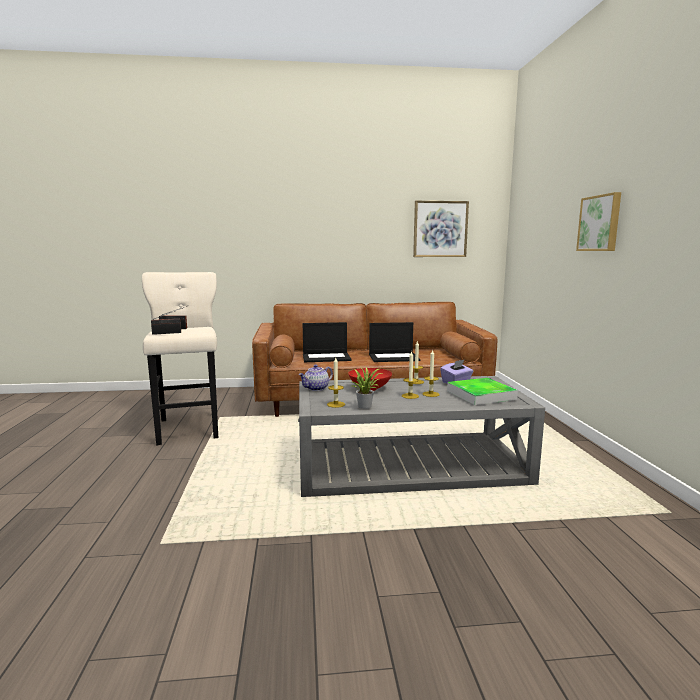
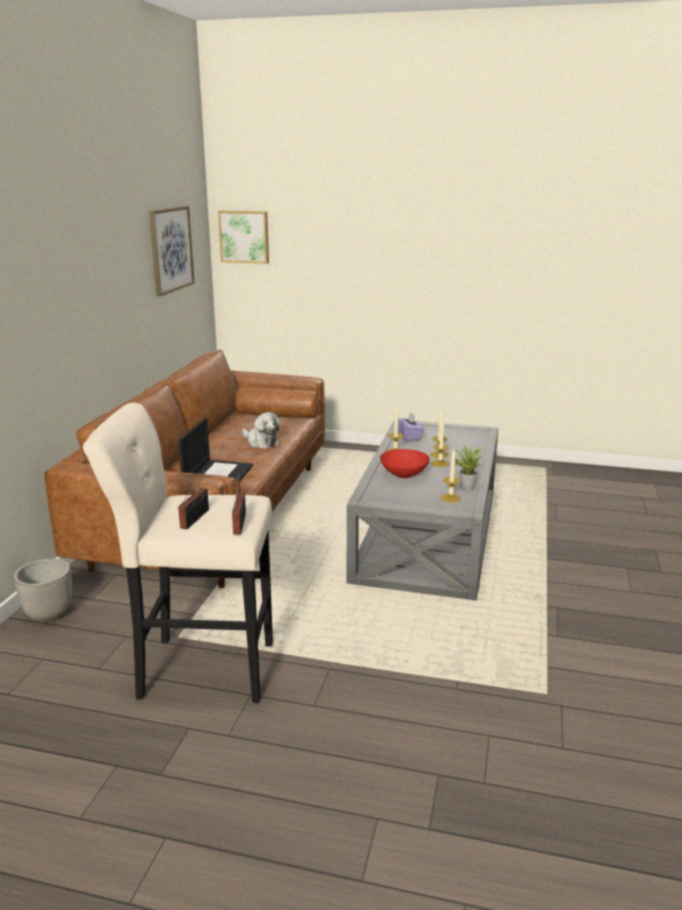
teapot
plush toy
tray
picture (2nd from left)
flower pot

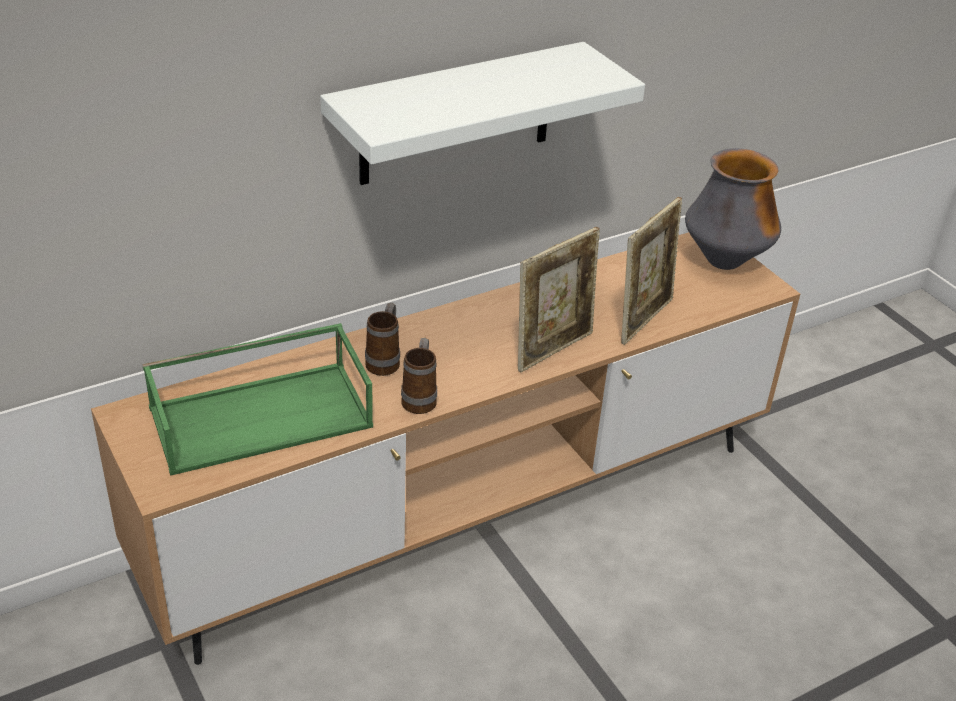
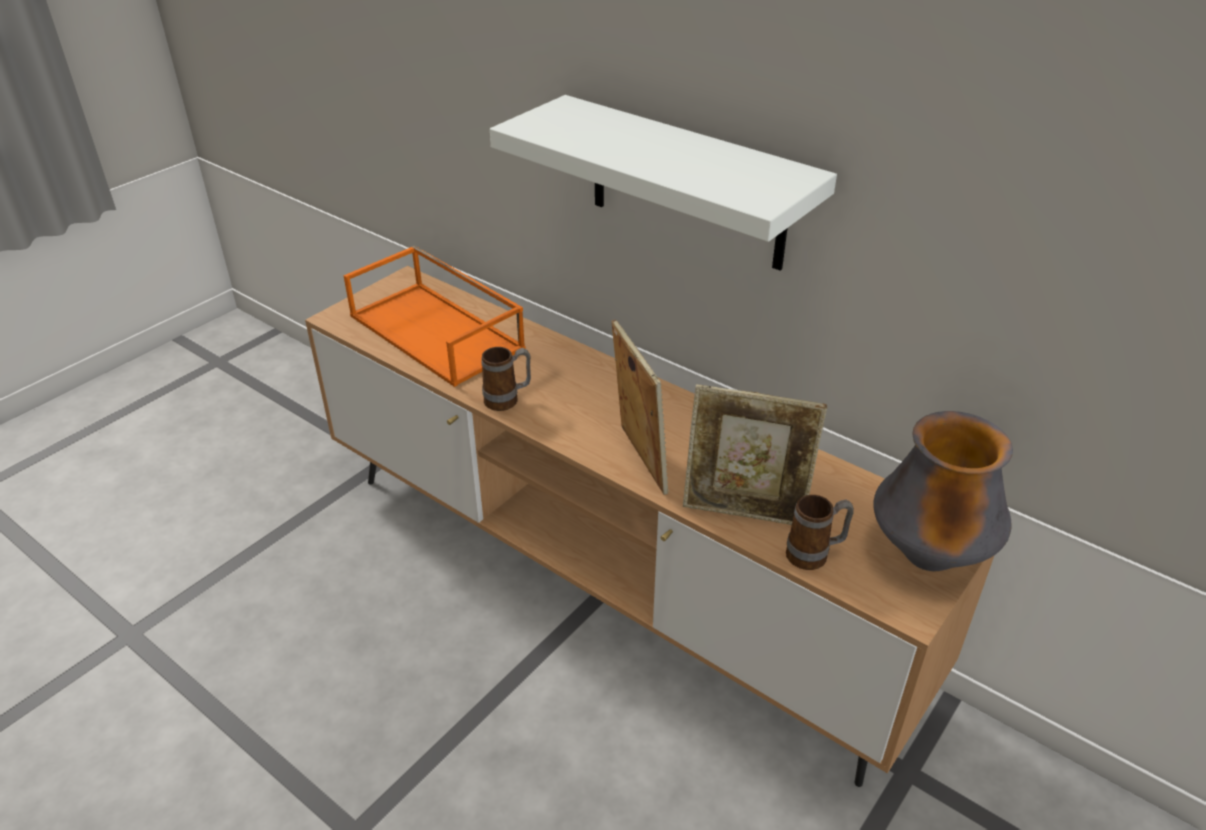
orange-coloured tray
tea mug (2nd from left)
picture frame (1st from left)

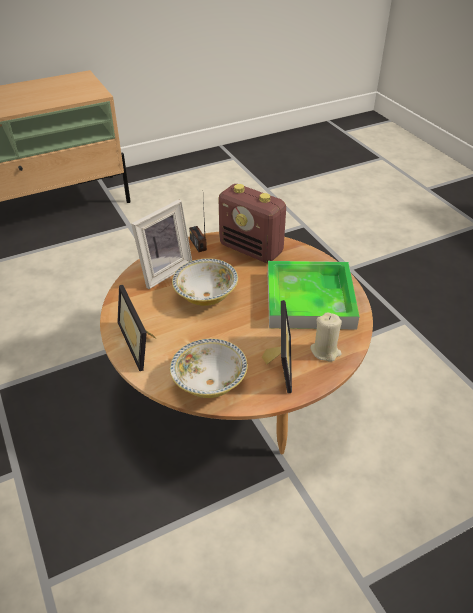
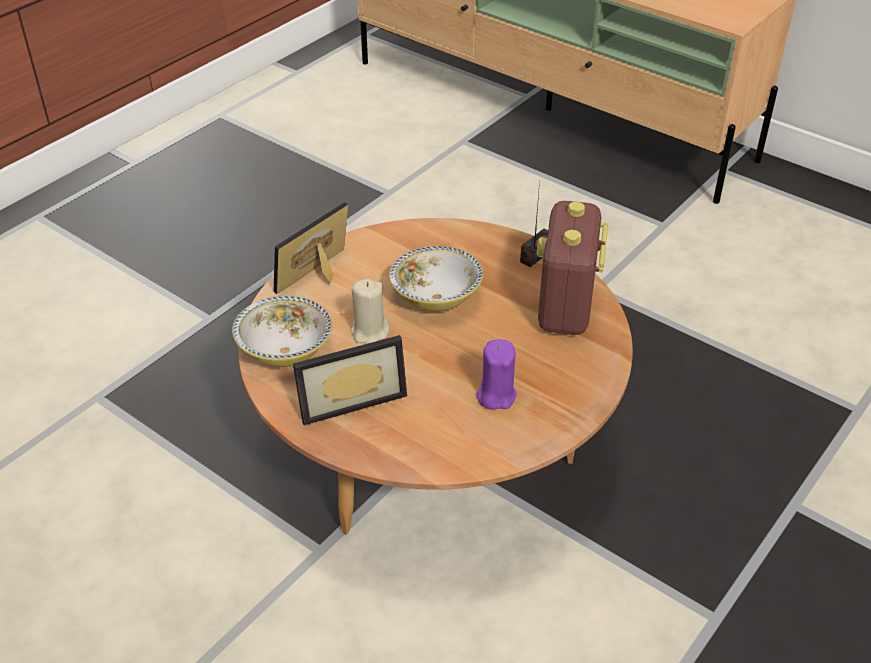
picture frame (2nd from left in the first image)
purplish wax candle
sand-coloured wax candle

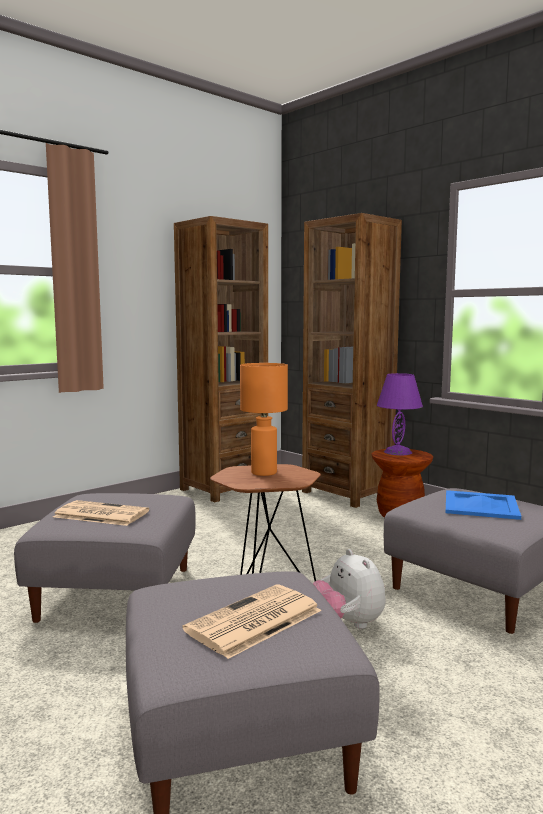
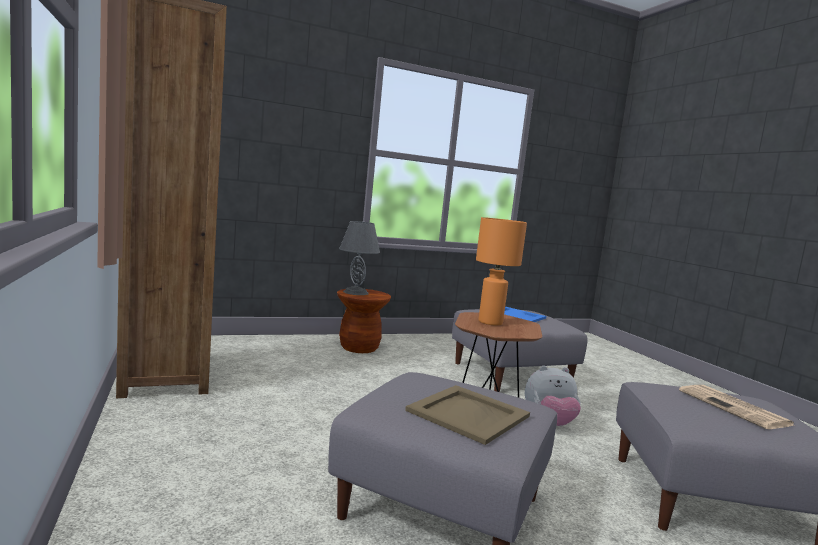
sand-coloured tray
brown shelving unit (2nd from left in the first image)
gray lamp for a table

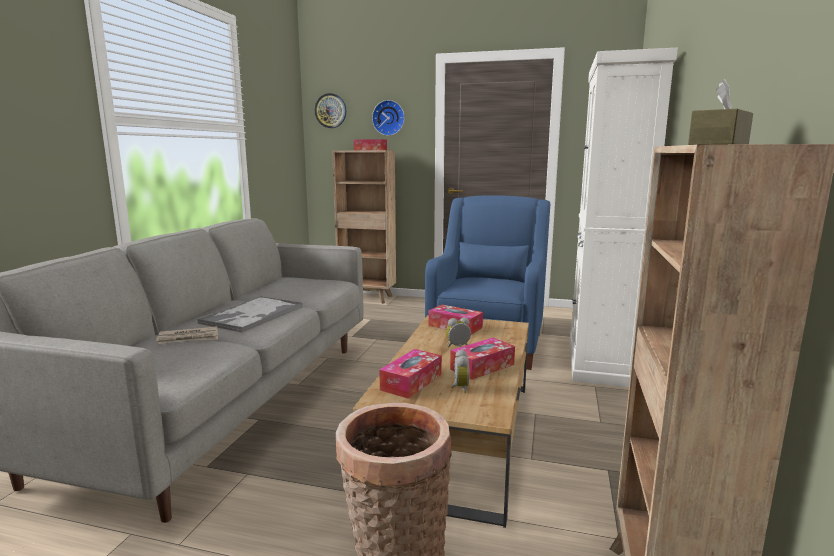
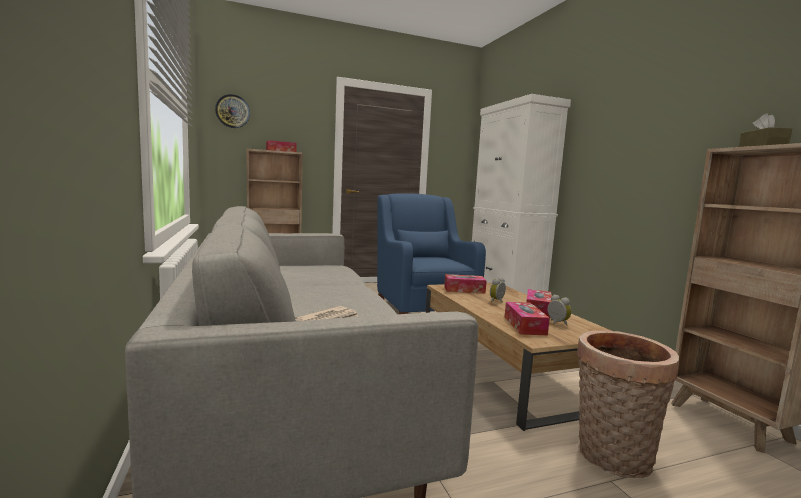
tray
hanging clock (2nd from left in the first image)

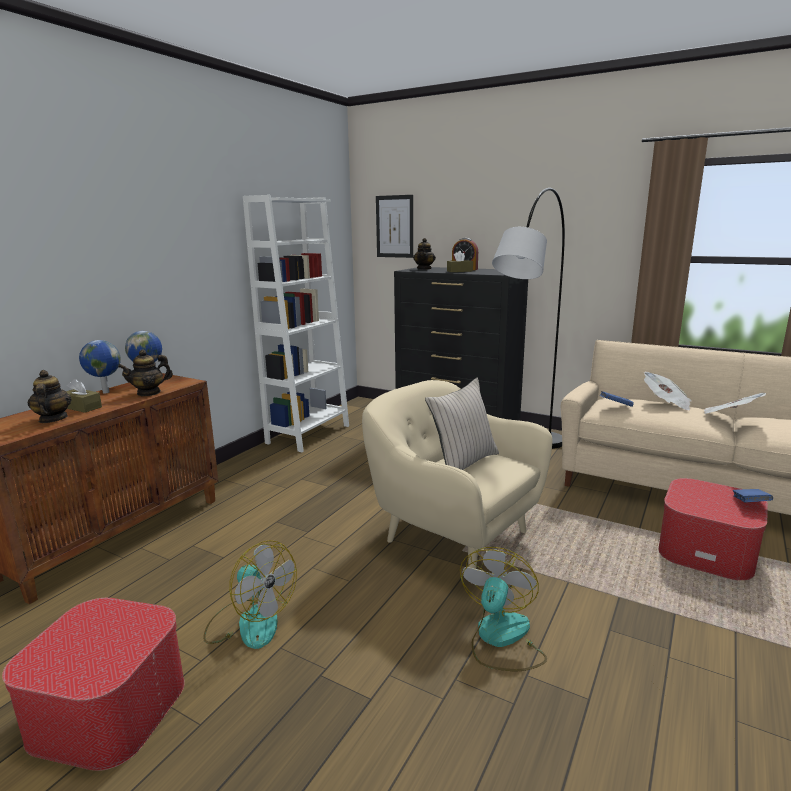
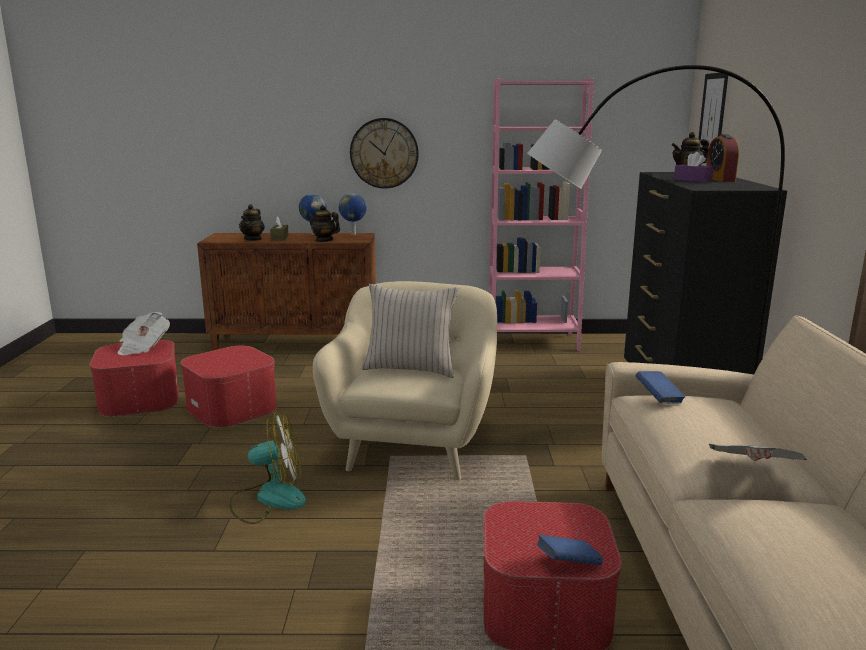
teapot (1st from left)
footrest (2nd from left)
pink shelving unit
purplish tissue holder
newspaper (1st from left)
hanging clock

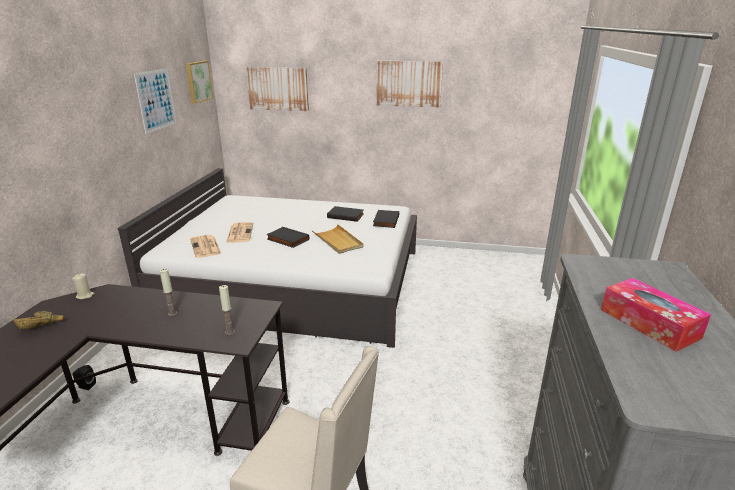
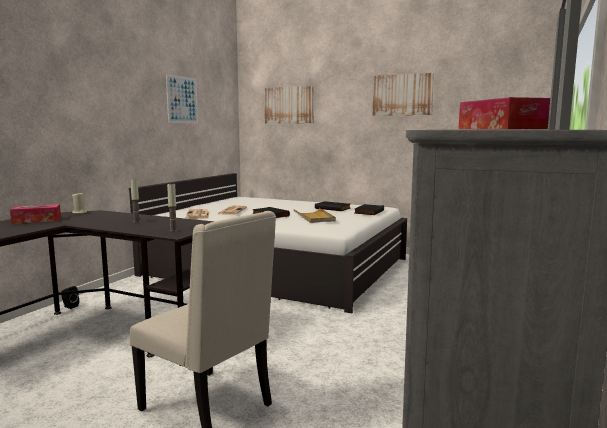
tissue holder (1st from left)
picture (2nd from left in the first image)

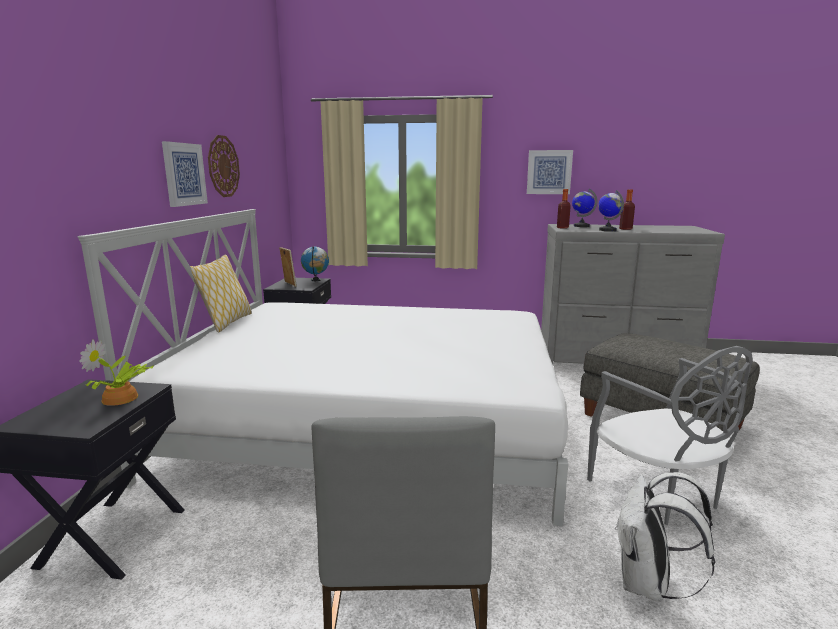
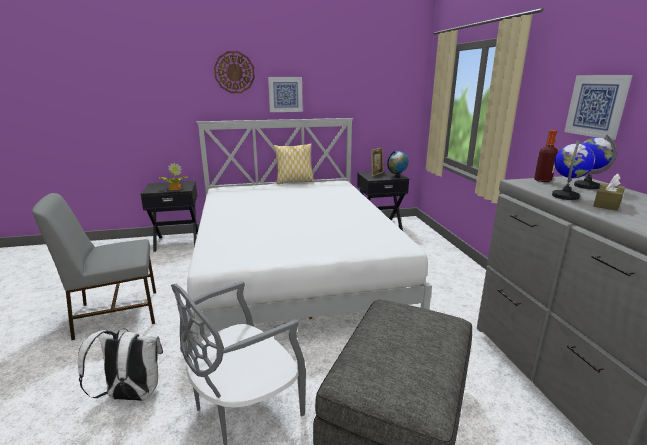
hanging clock
brown tissue holder

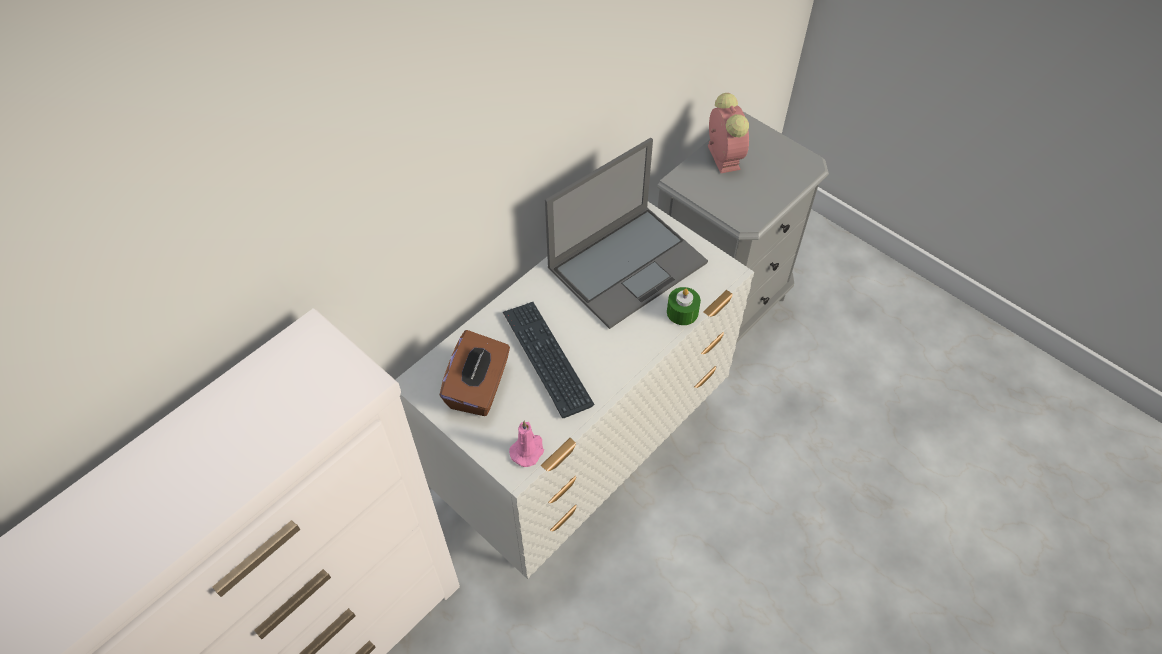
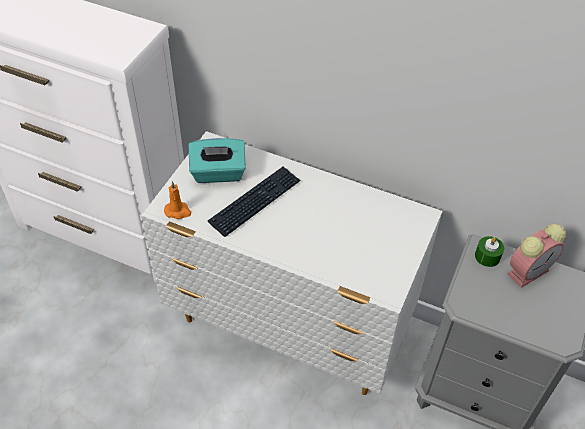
turquoise-coloured tissue holder
orange-coloured wax candle
laptop
green-coloured wax candle

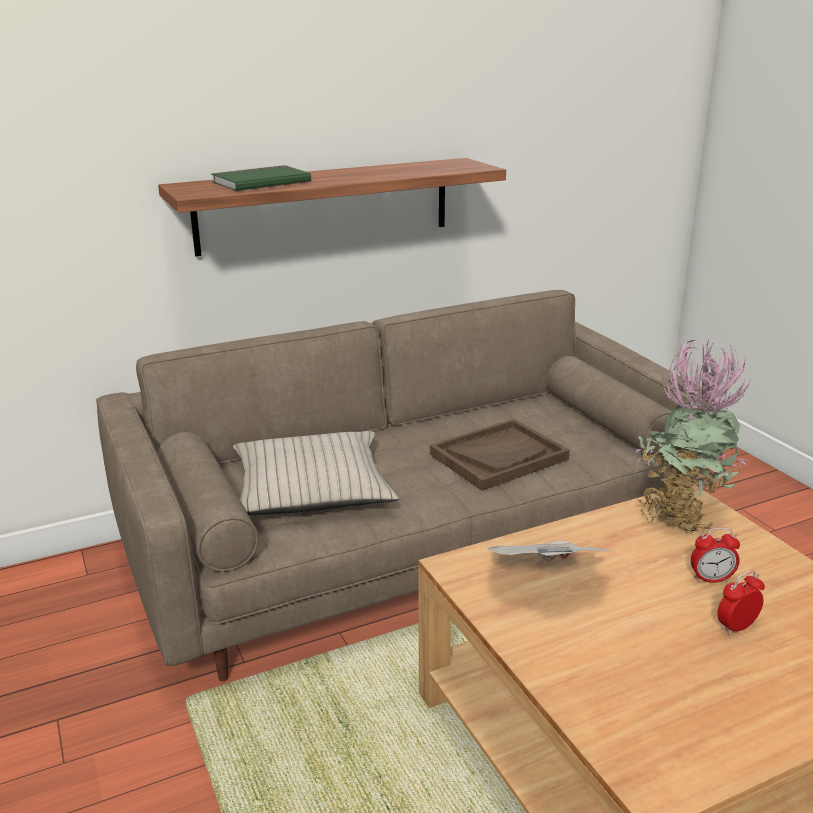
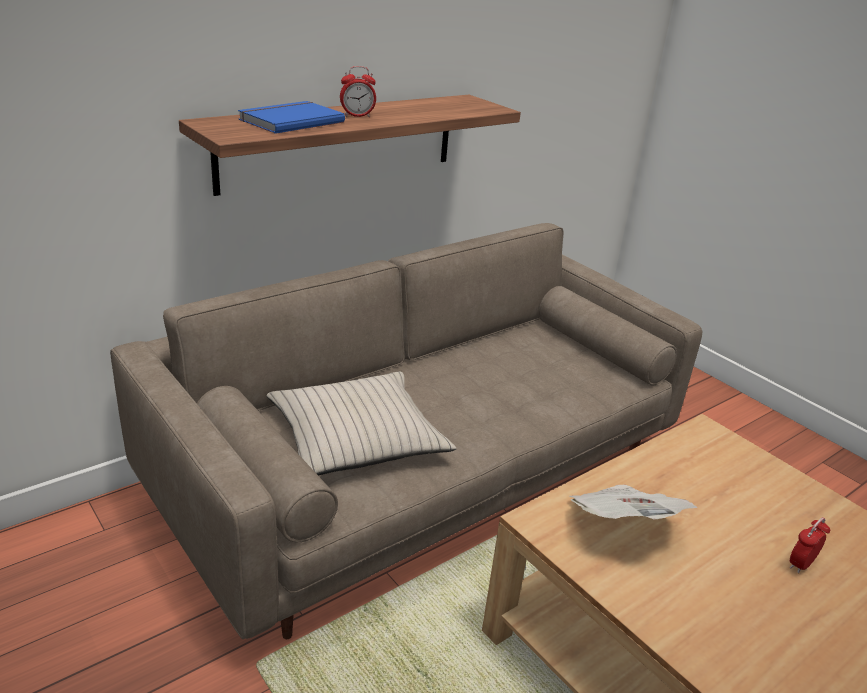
bluish volume
brown tray
plant in a pot
alarm clock (1st from left)

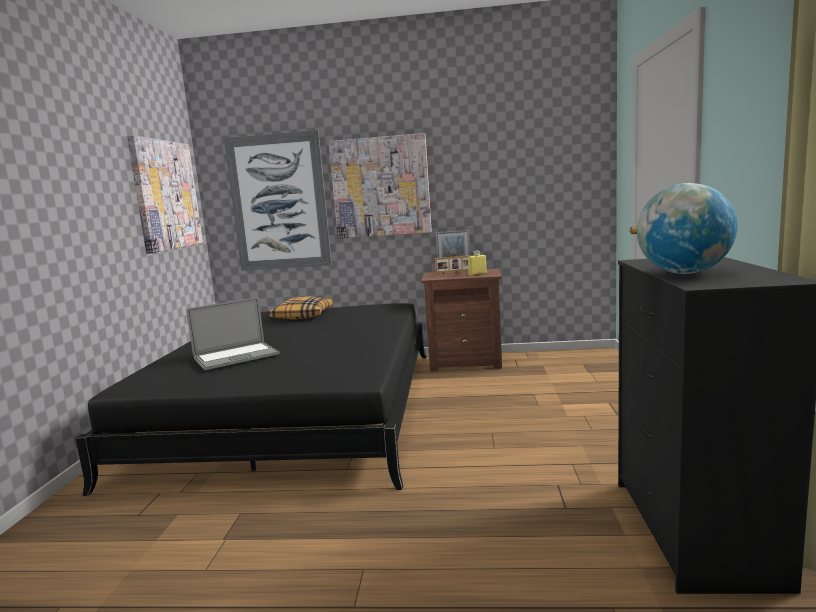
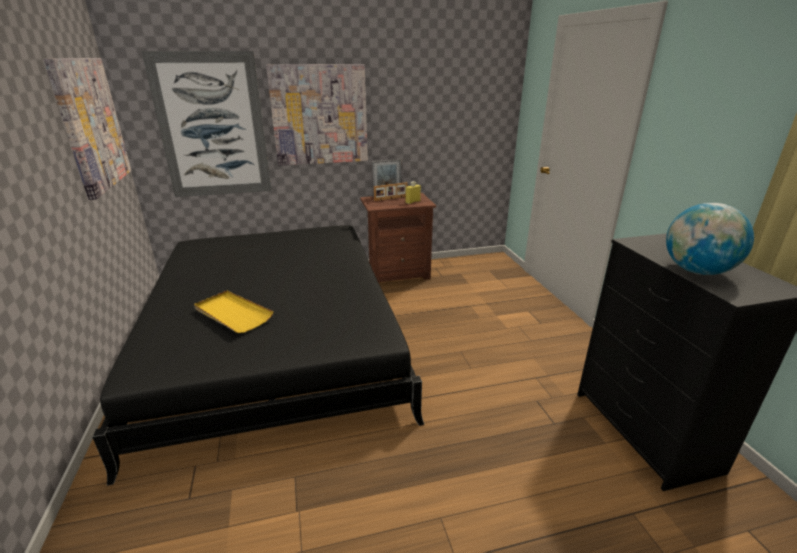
yellowish tray
pillow

